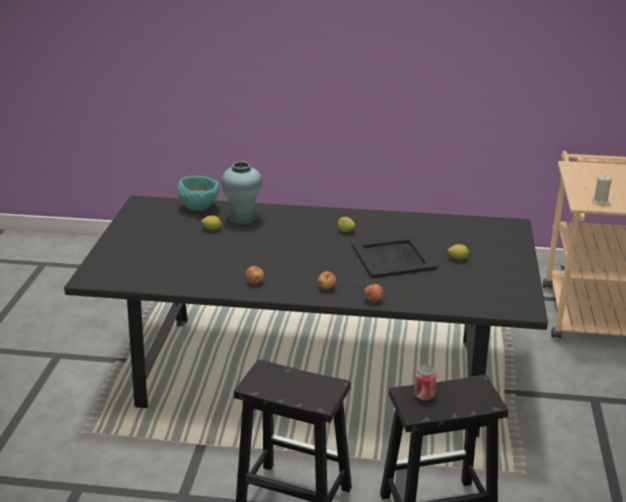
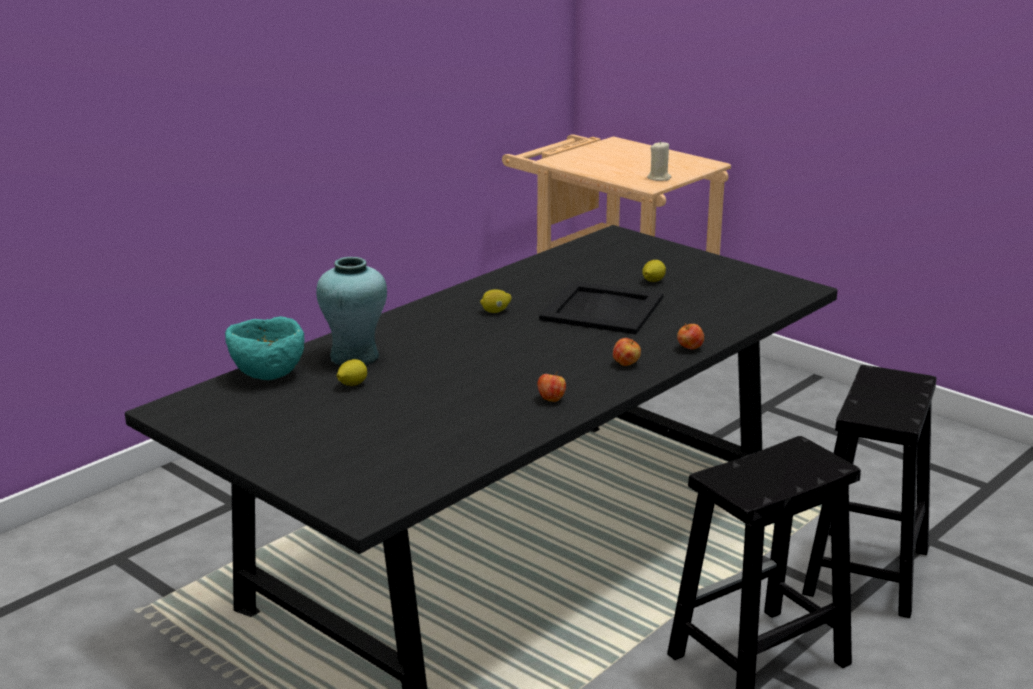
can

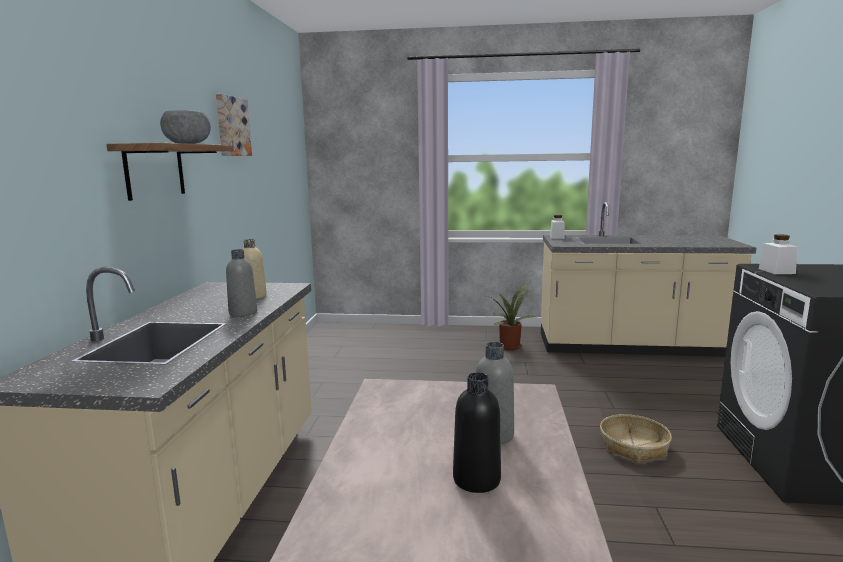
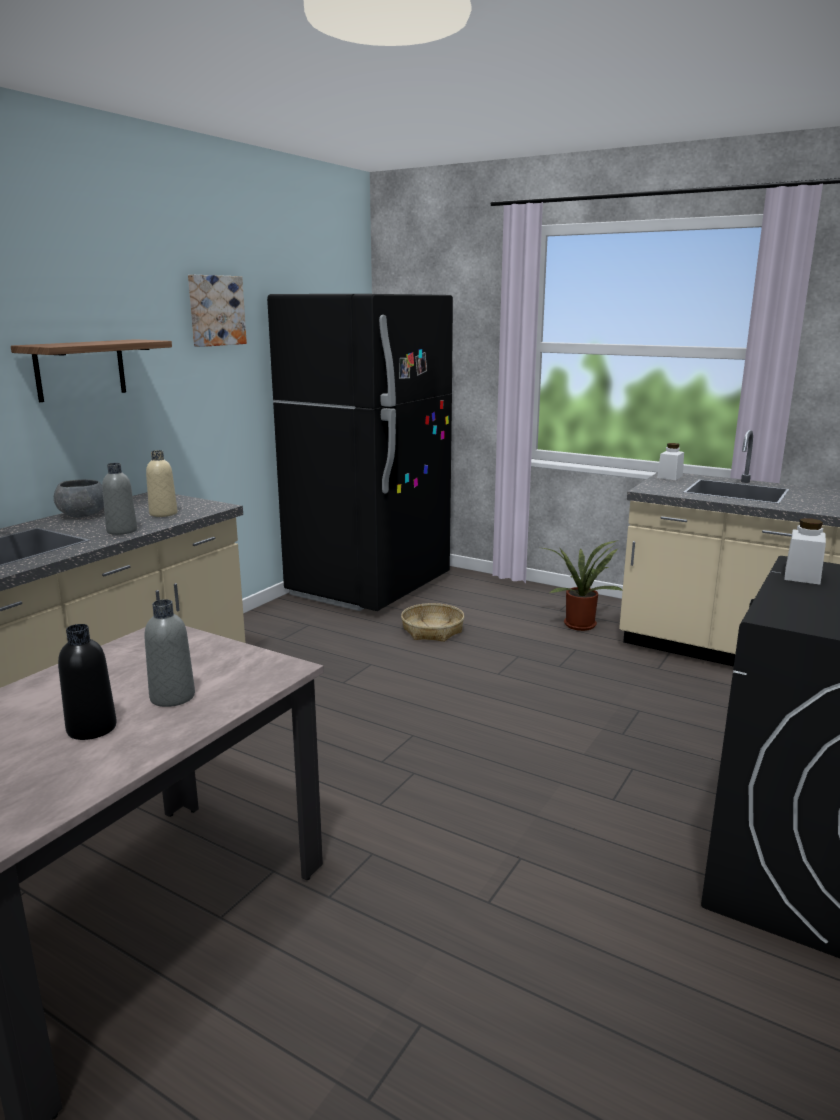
gray deep dish
basket
black-coloured fridge

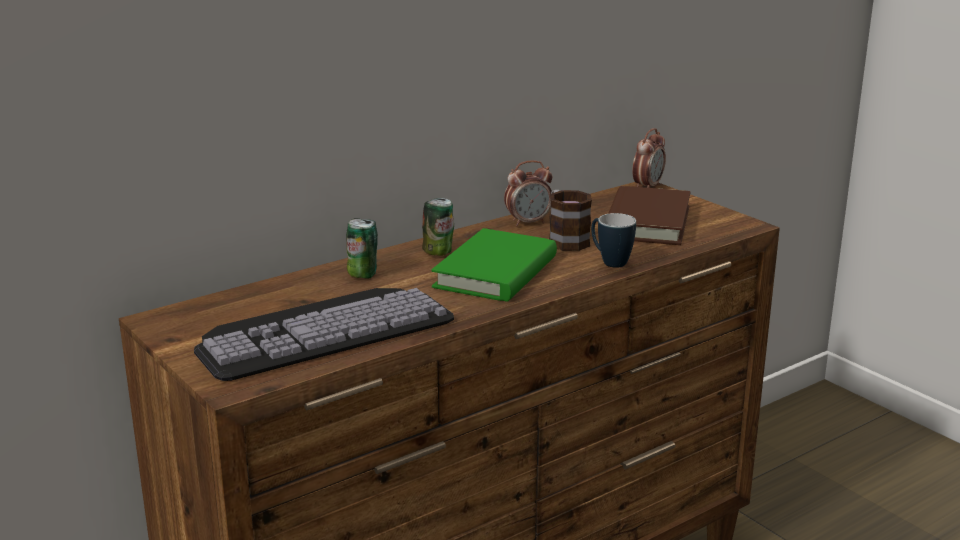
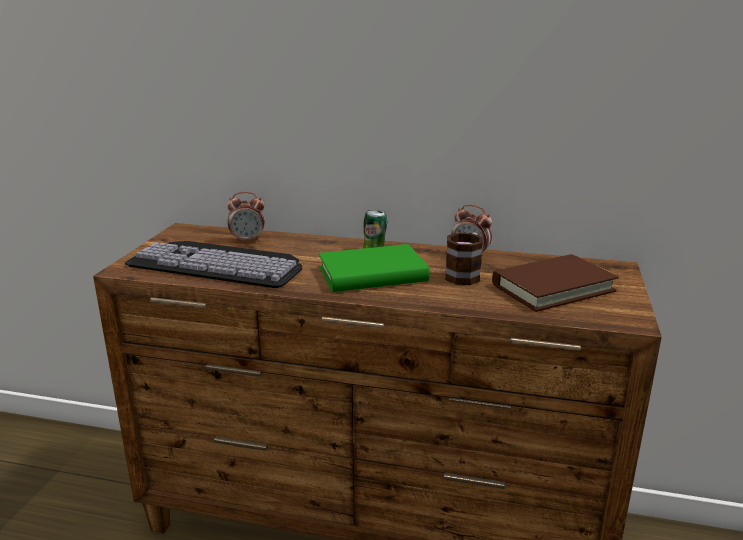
can (1st from left in the first image)
tea mug (2nd from left in the first image)
alarm clock (1st from left)

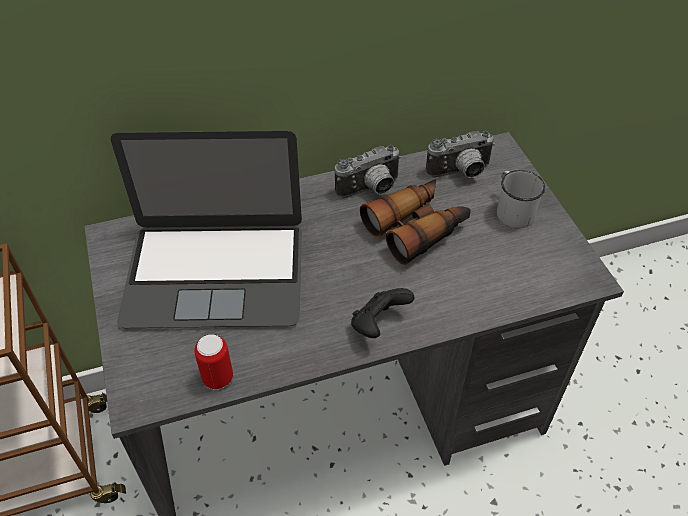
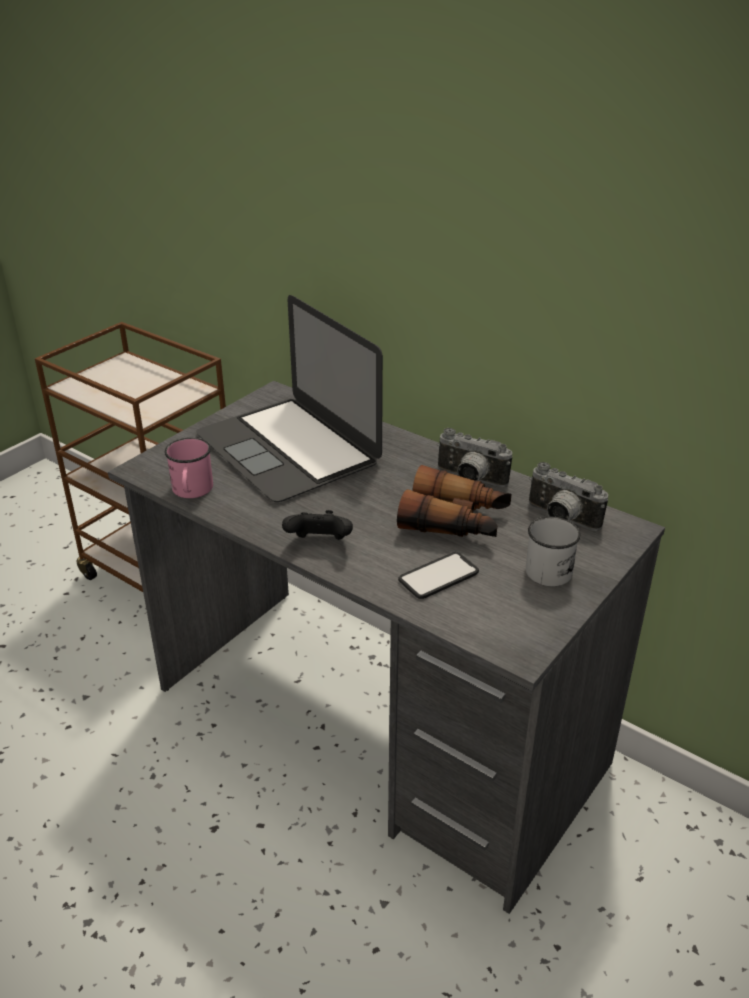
pink tea mug
handset

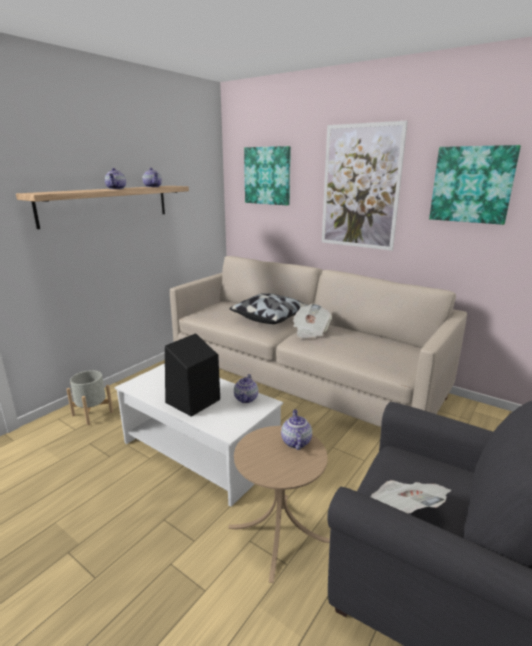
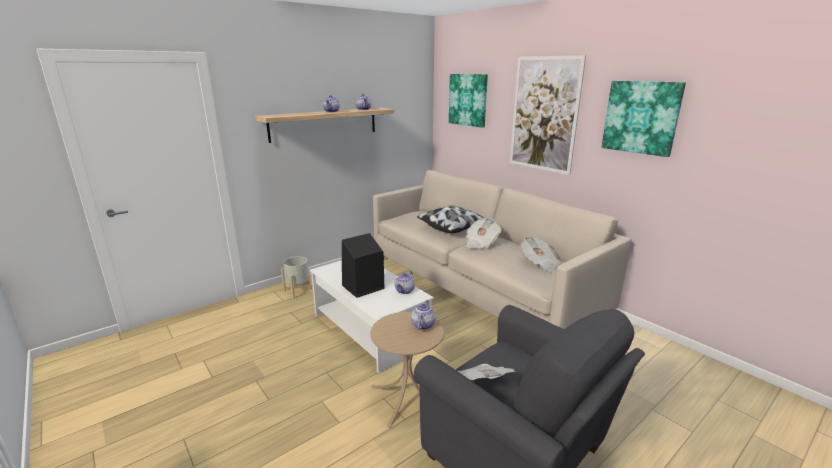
newspaper (3rd from left)

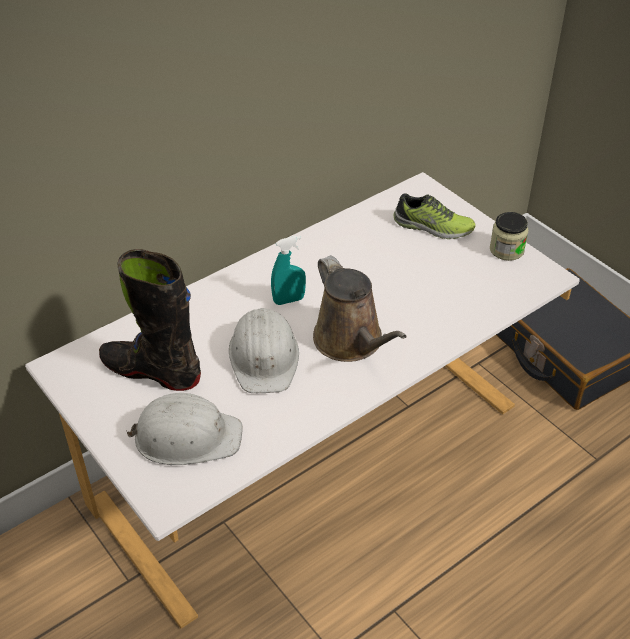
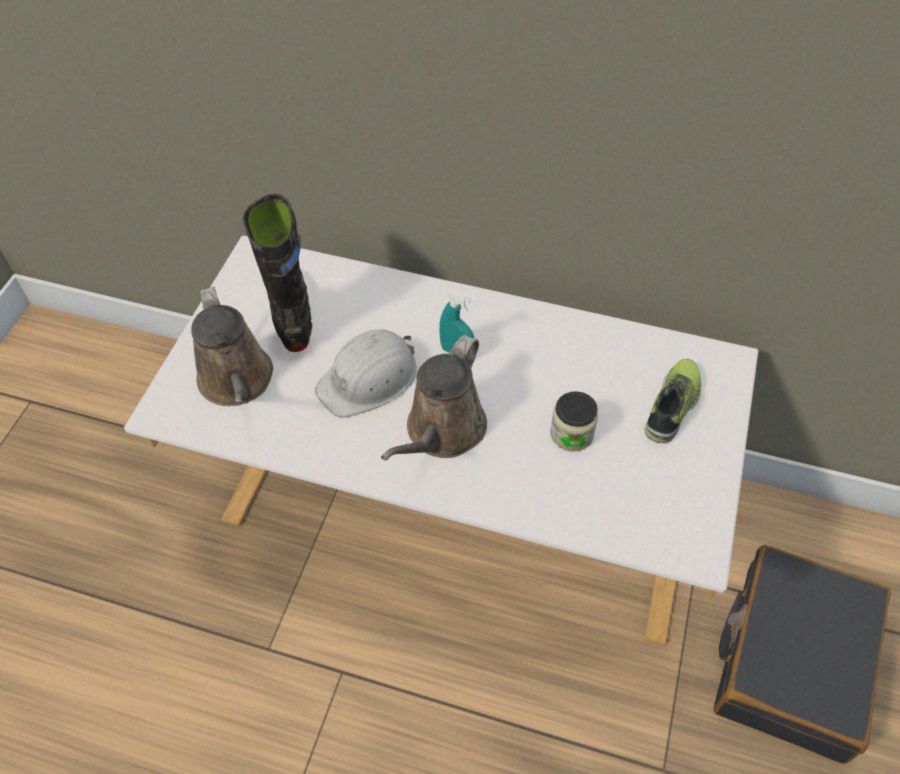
brown watering can (1st from left)
low shoe
storage jar

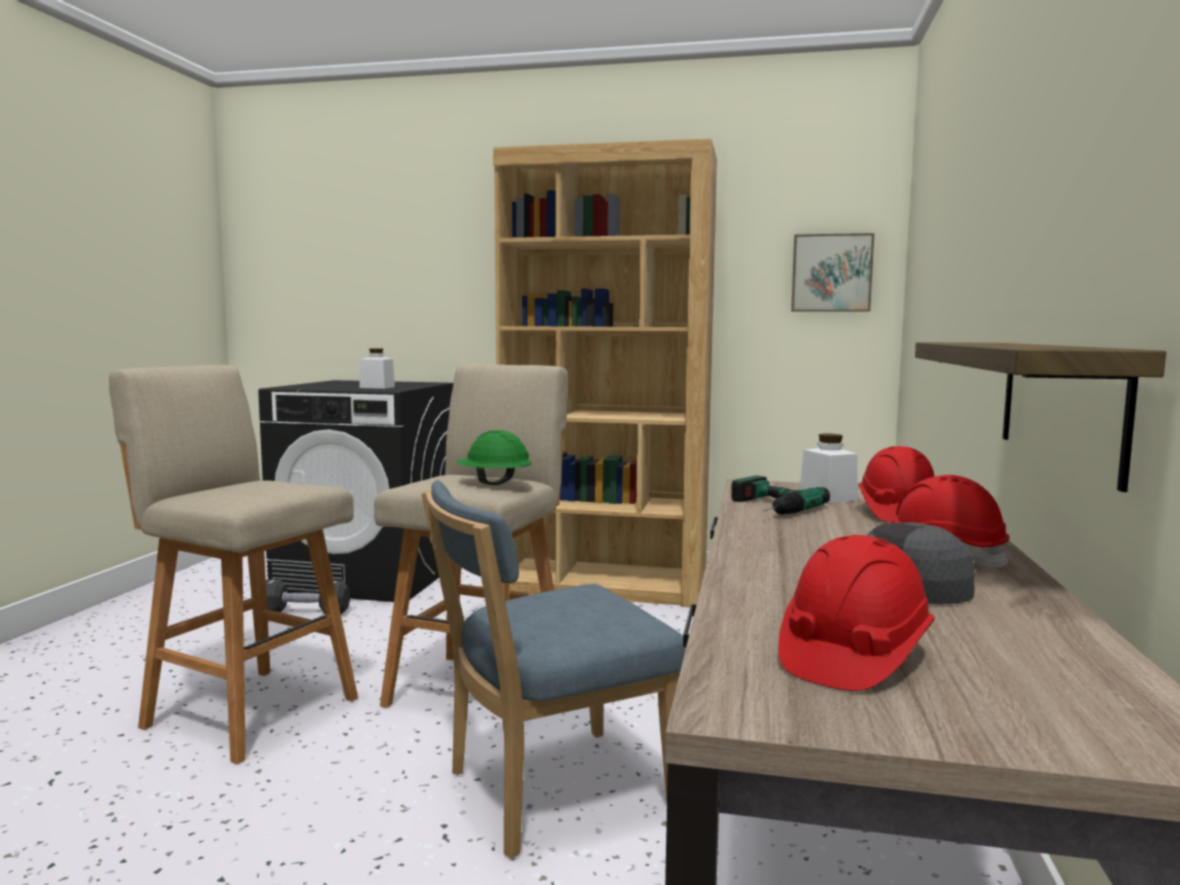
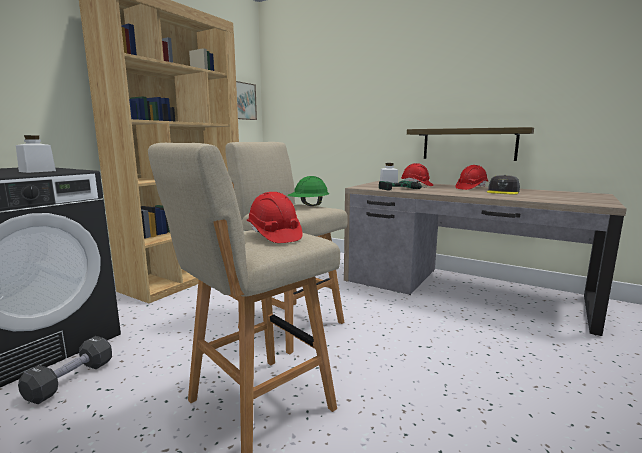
bluish upright chair
red work helmet (1st from left)

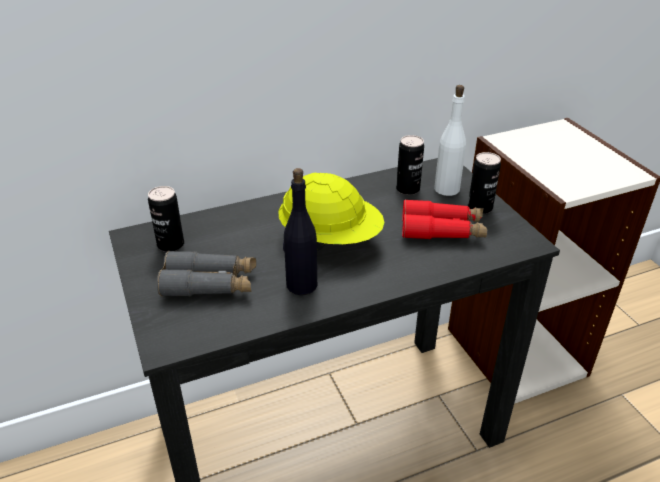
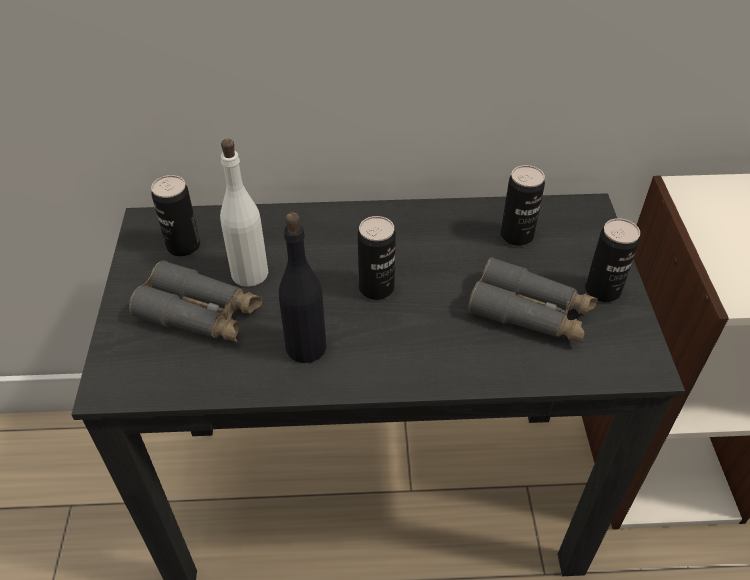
can (2nd from left)
gray field glasses (2nd from left)
white-coloured beverage bottle

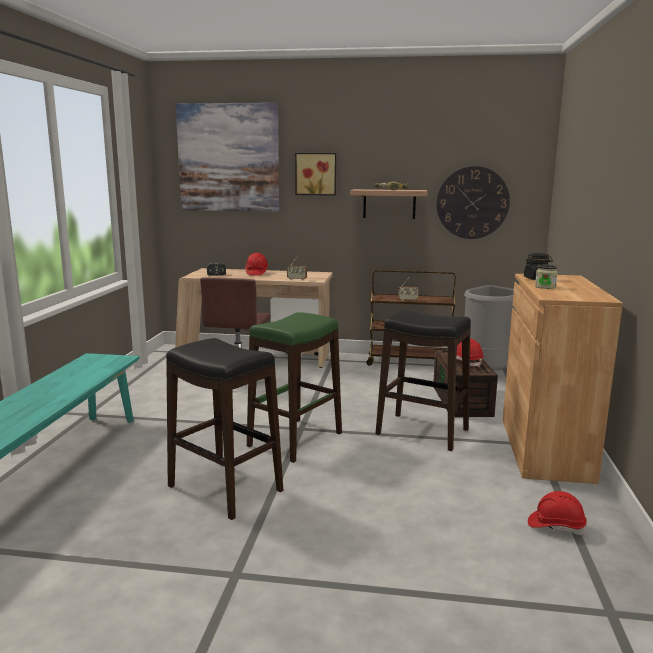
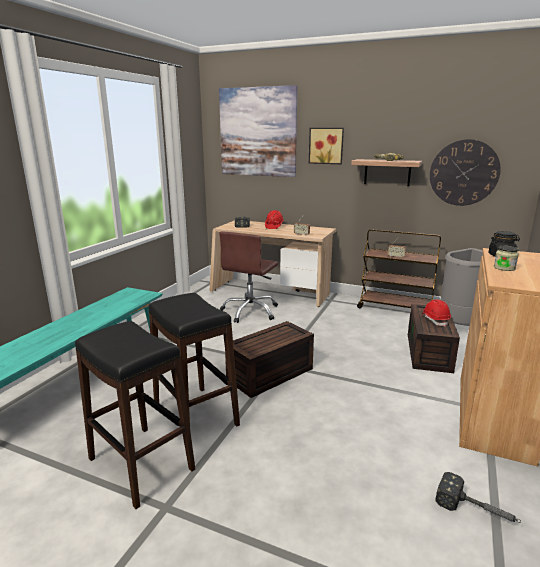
brown storage bin (1st from left)
black-coloured stool (1st from left)
hand hammer (2nd from left)

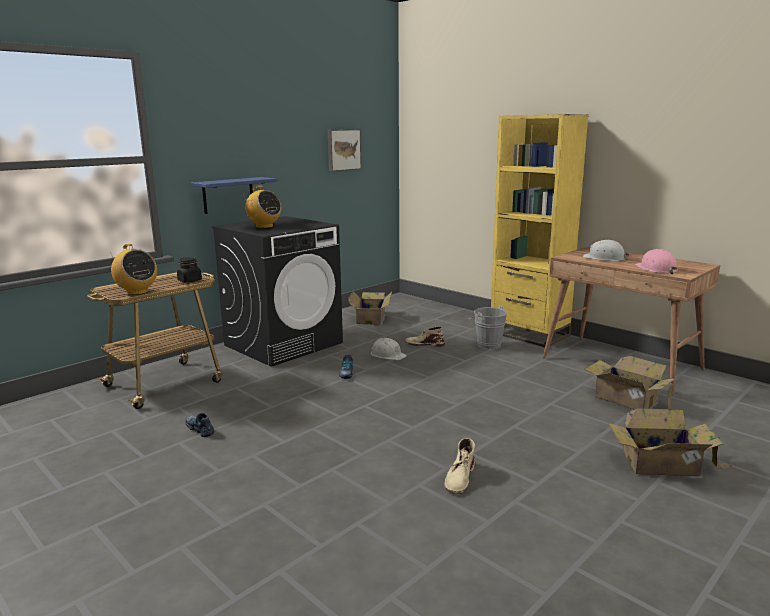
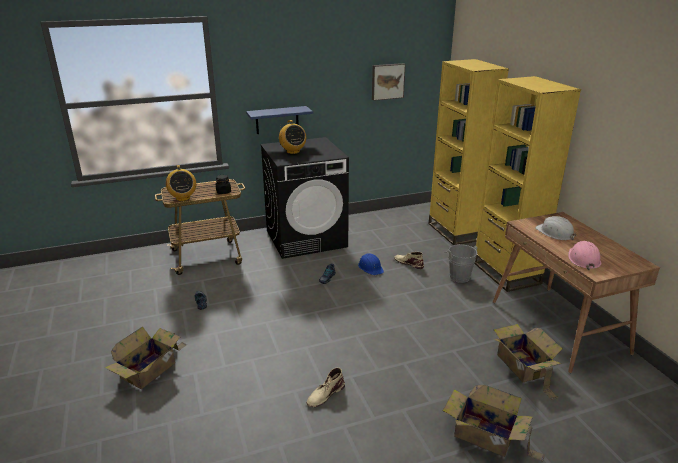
cardboard box (1st from left)
bluish work helmet
yellowish shelving unit (1st from left)

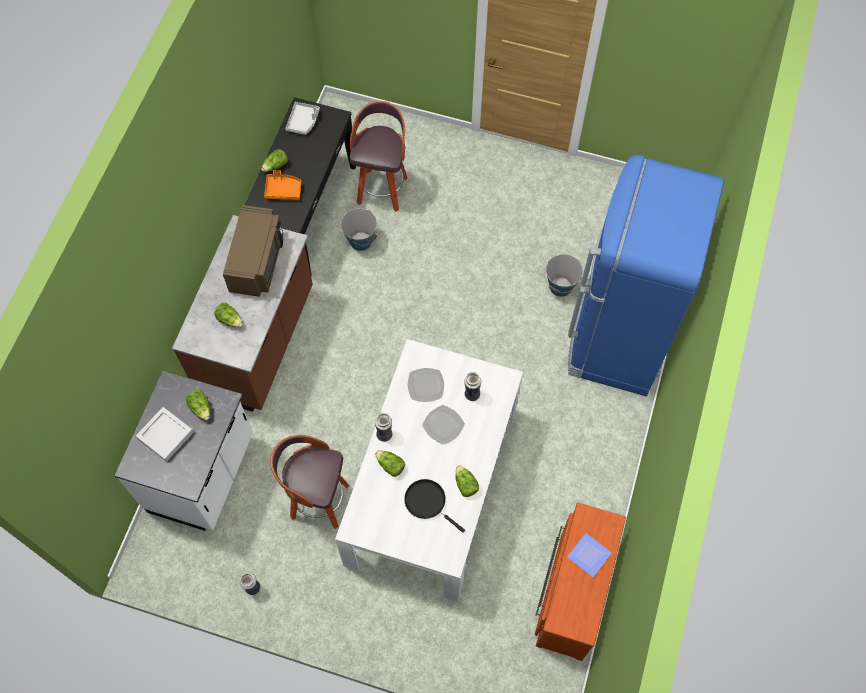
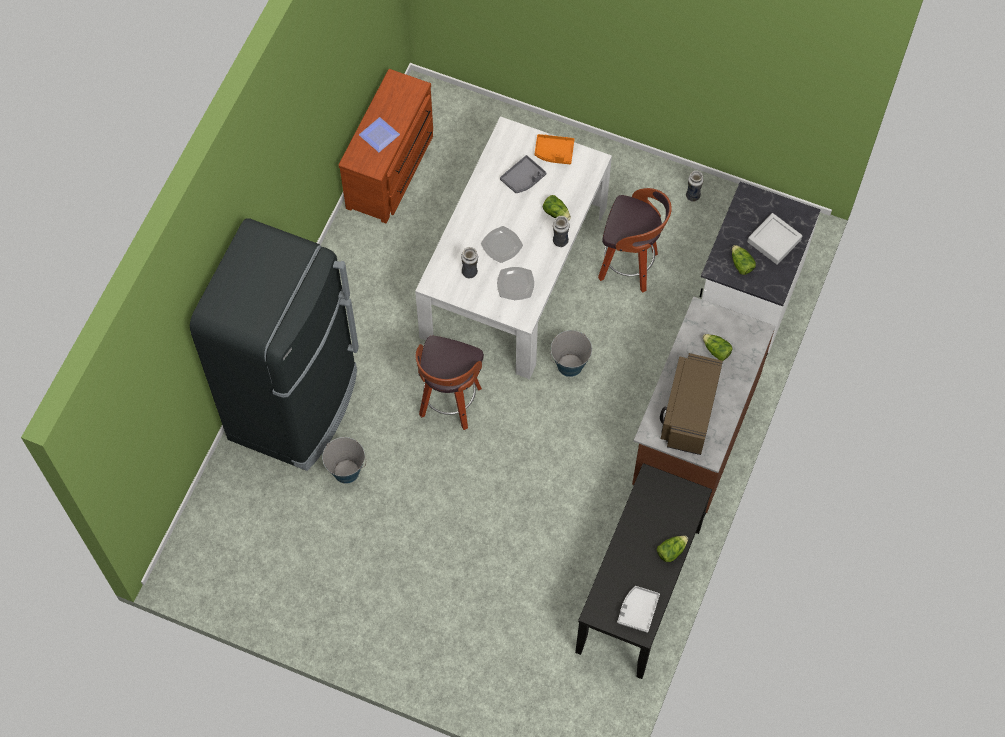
orange-coloured tray
bucket (2nd from left)
stool (1st from left)
gray tray (1st from left)
lettuce (5th from left in the first image)
black-coloured fridge

